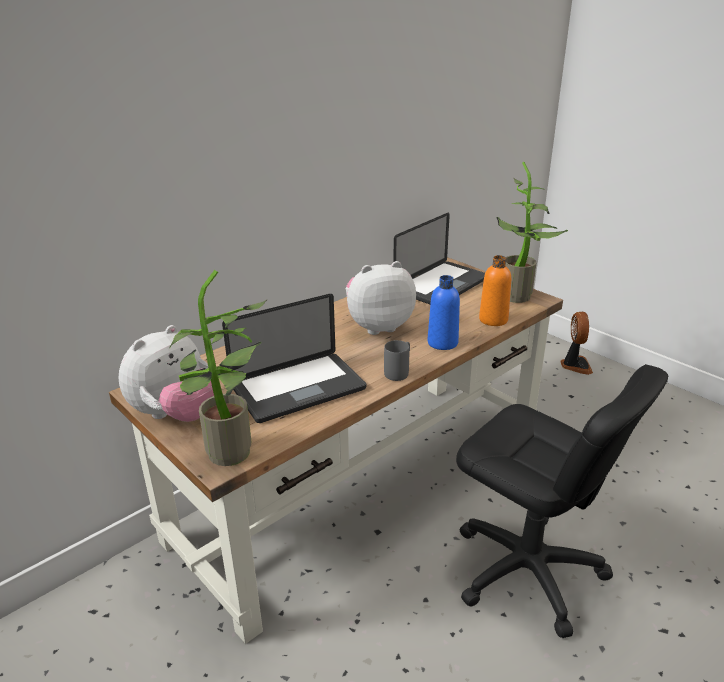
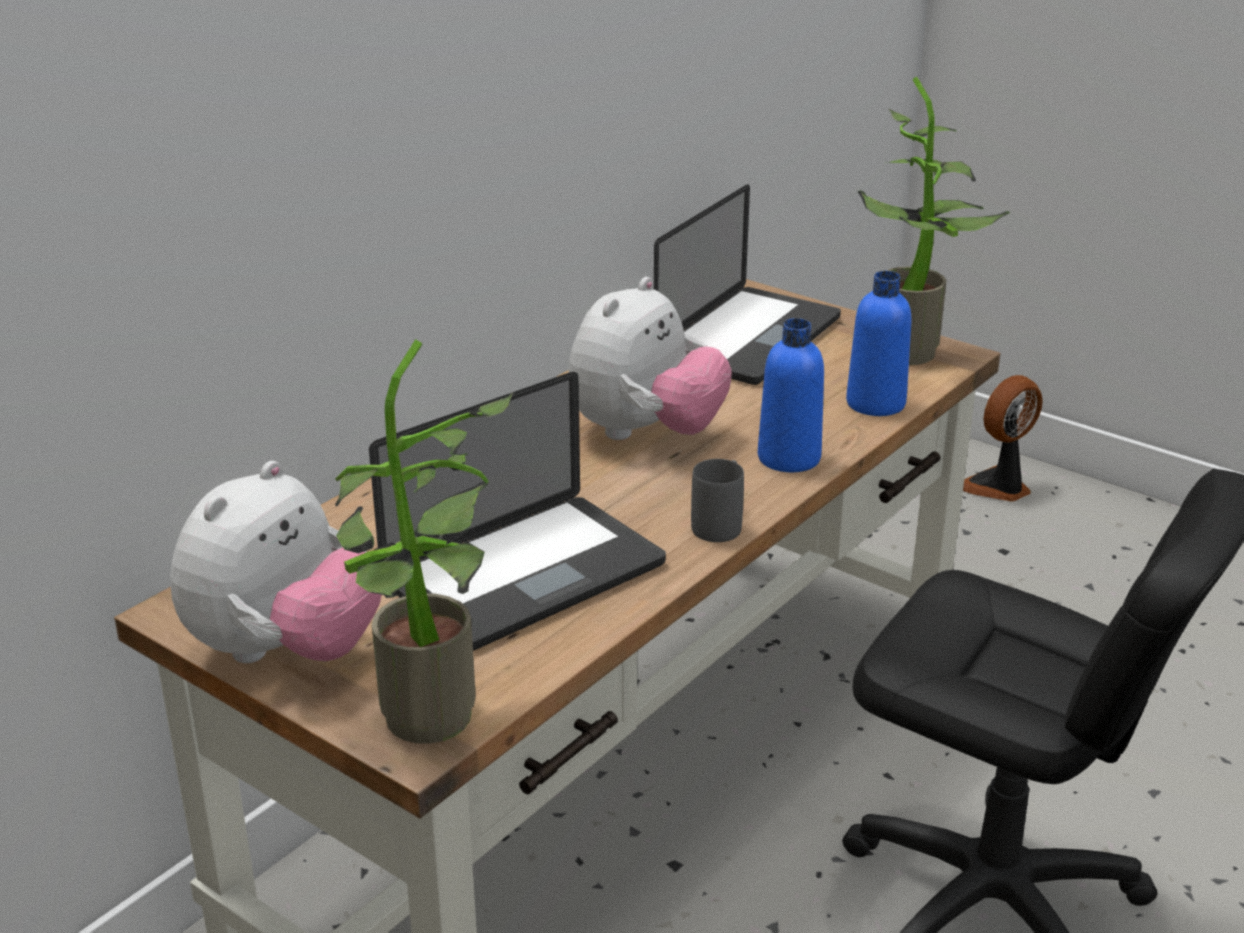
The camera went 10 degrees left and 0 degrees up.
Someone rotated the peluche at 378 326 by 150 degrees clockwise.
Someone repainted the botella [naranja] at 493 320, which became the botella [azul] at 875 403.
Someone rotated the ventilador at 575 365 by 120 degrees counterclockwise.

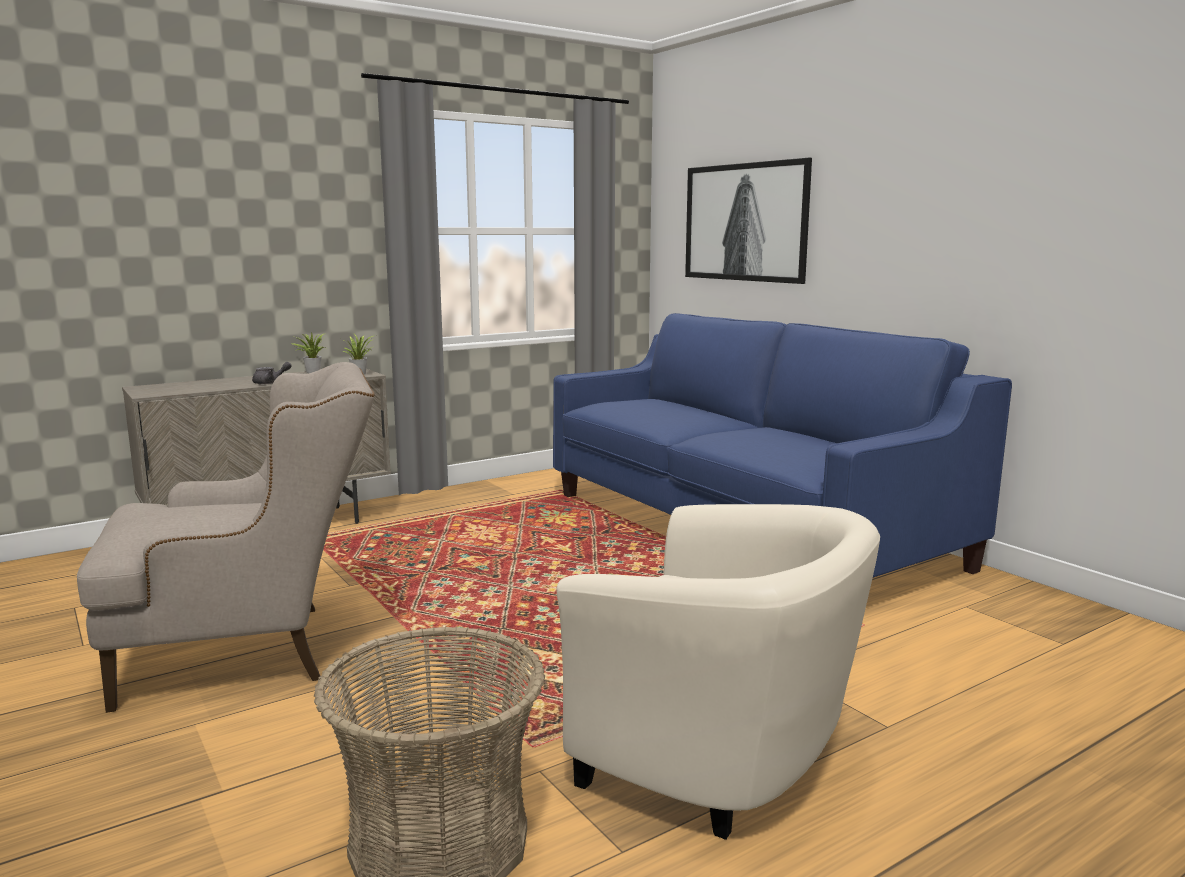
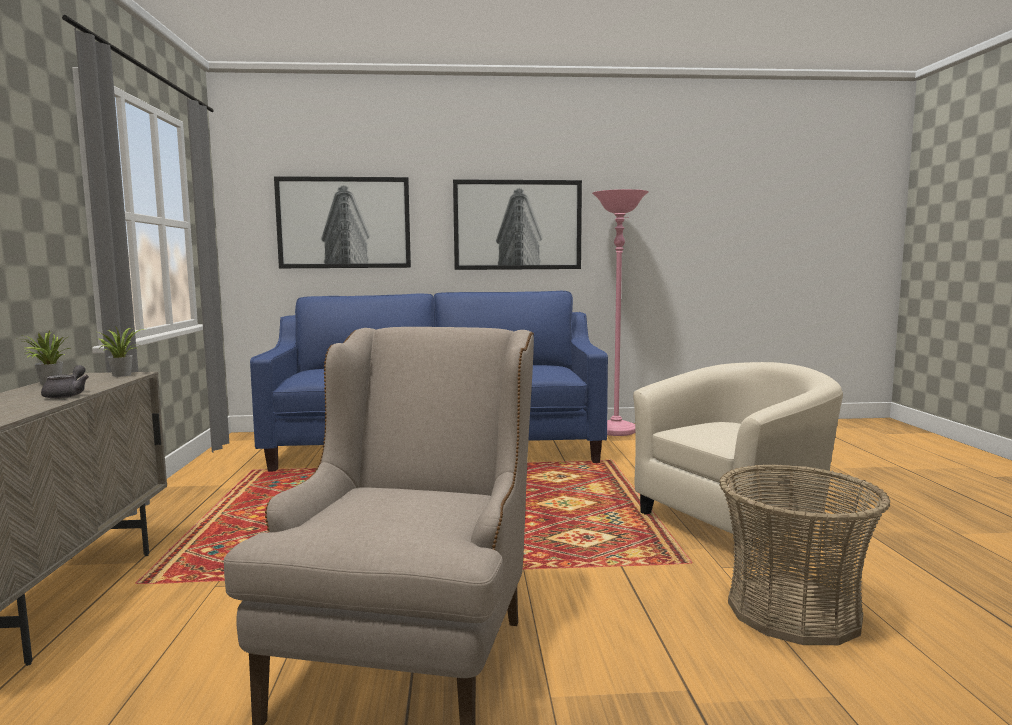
The camera went 60 degrees left and 5 degrees down.
Someone put up the cuadro at 517 225.
Someone put down the lámpara de pie [rosa] at 616 431.

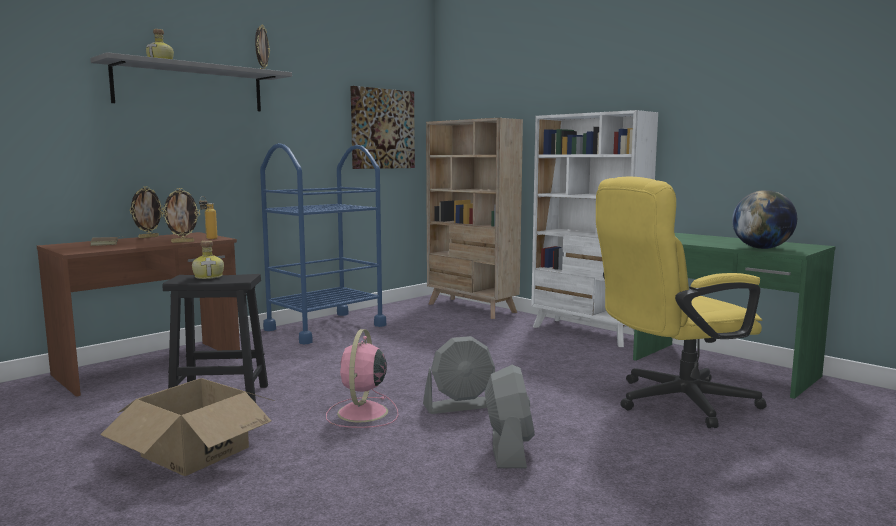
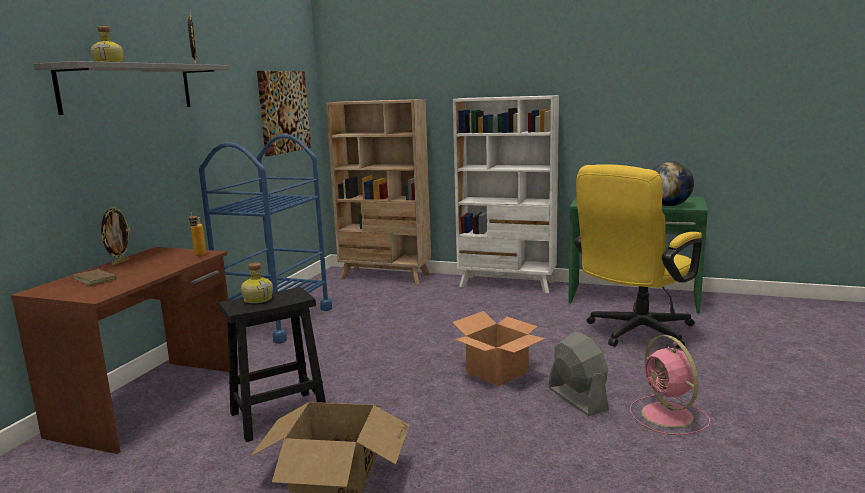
The camera went 25 degrees left and 5 degrees up.
Someone swapped the ventilador [gris] at 461 406 for the caja de cartón at 497 371.
Someone carried the ventilador [rosa] from 362 413 to 669 416.
Someone took away the portarretratos at 183 242.

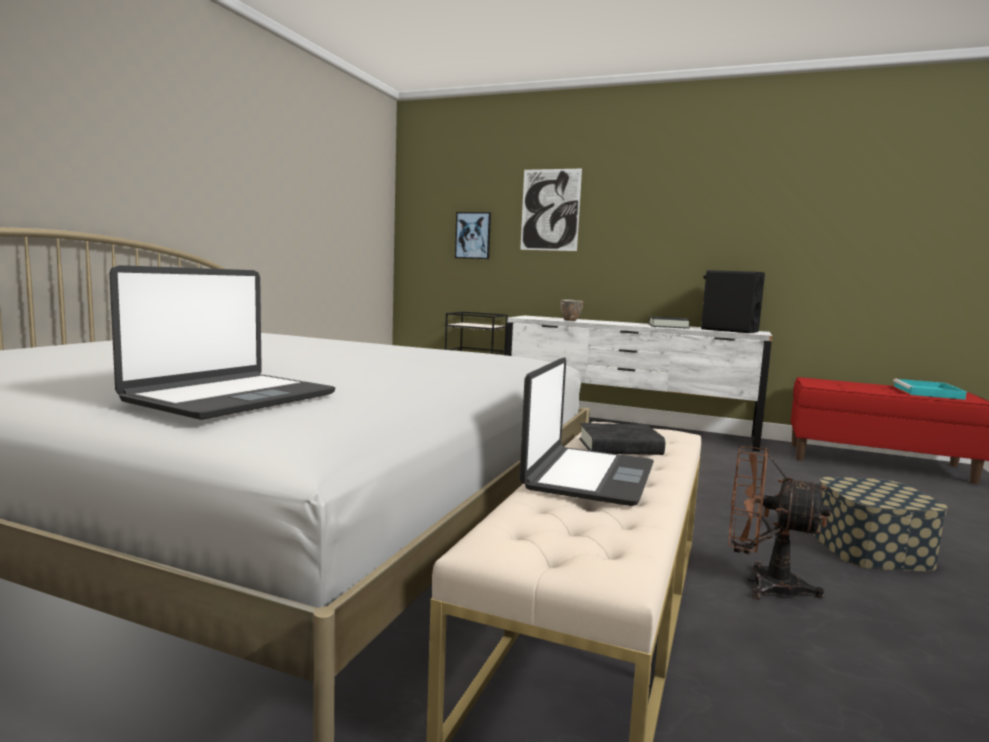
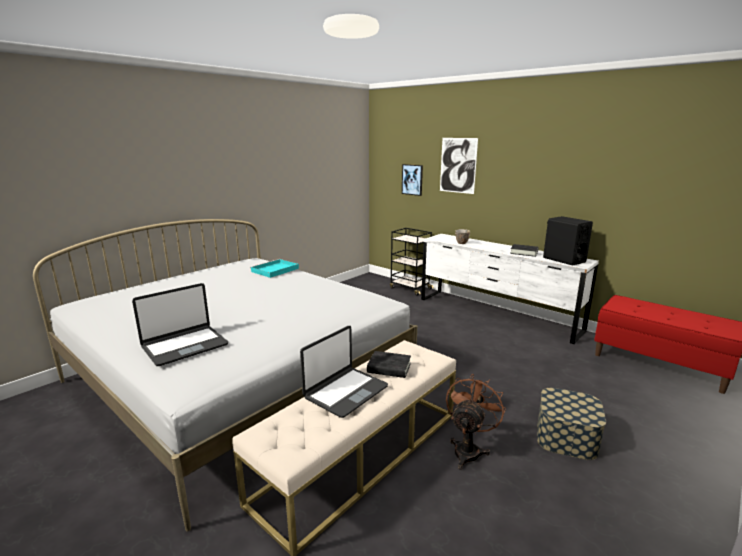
The camera went 20 degrees right and 10 degrees up.
Someone carried the bandeja [turquesa] from 928 392 to 274 270.
Someone rotated the ventilador [marrón] at 762 584 by 75 degrees clockwise.

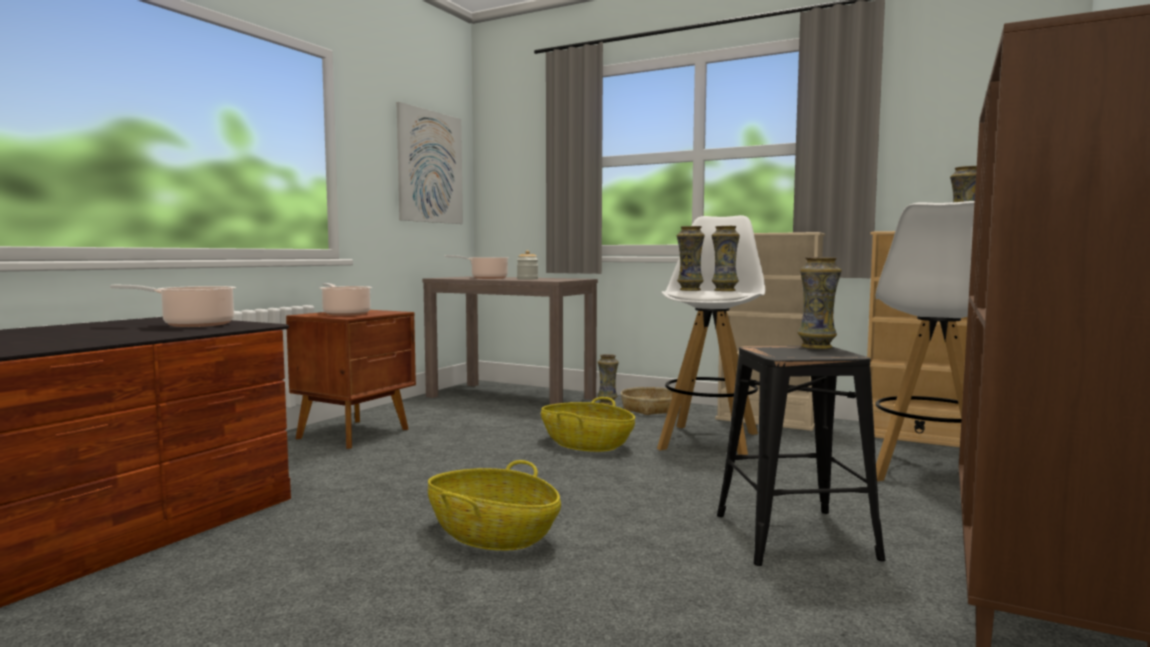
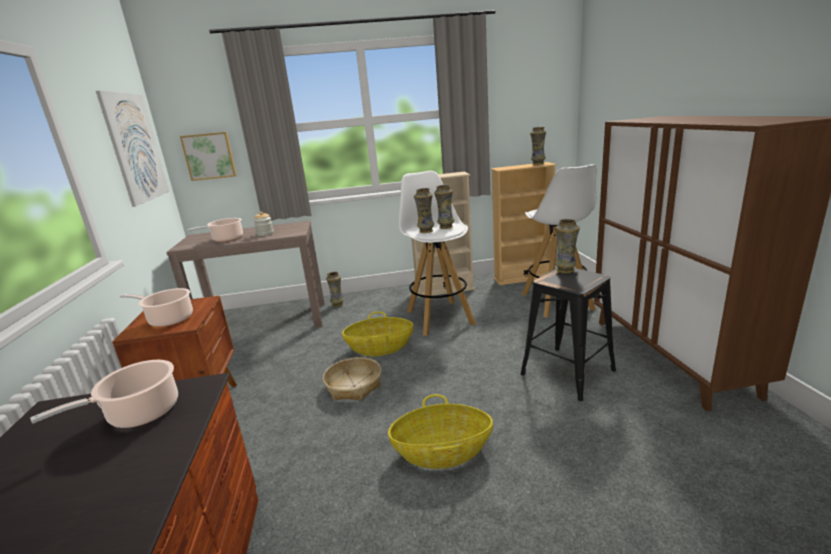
The camera went 35 degrees left and 15 degrees up.
Someone put up the cuadro at 209 156.
Someone carried the cesta from 650 409 to 354 386.

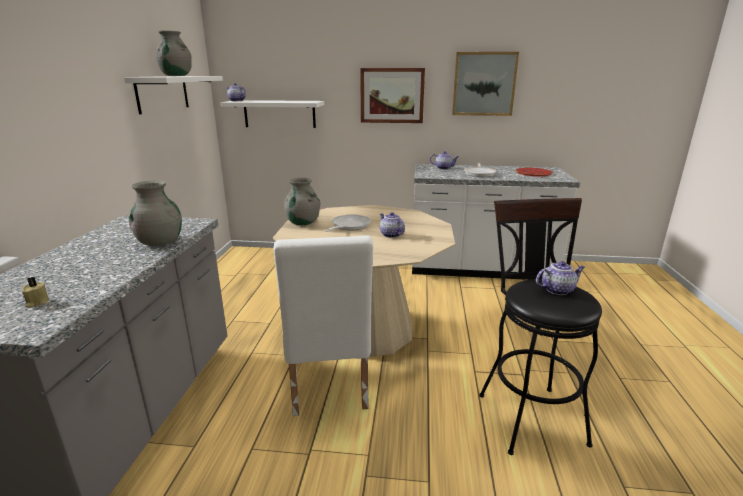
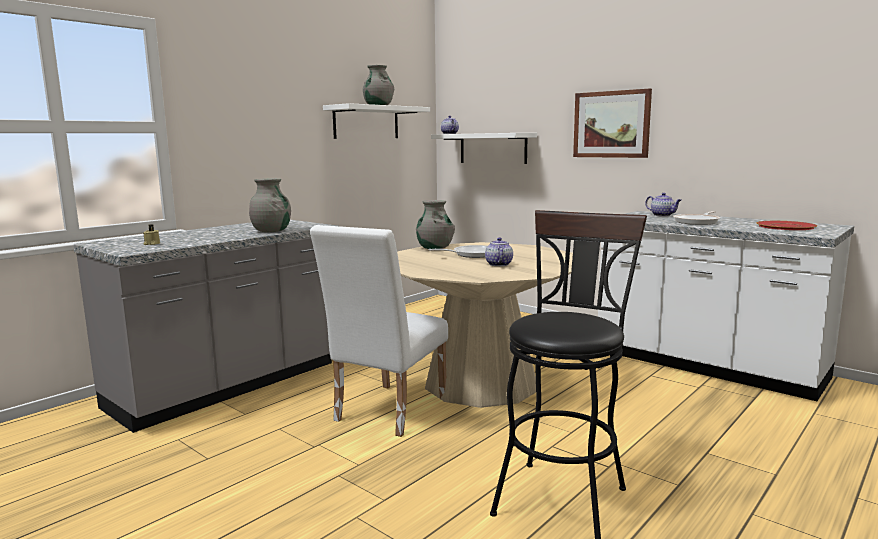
The camera went 35 degrees right and 10 degrees down.
Someone took away the cuadro at 484 84.
Someone took away the tetera at 557 290.

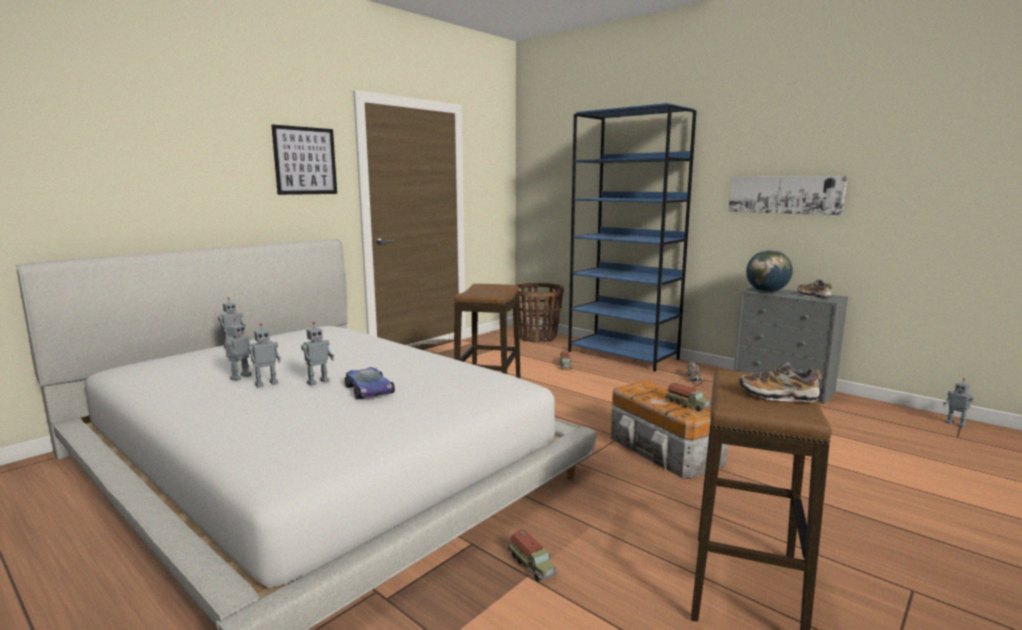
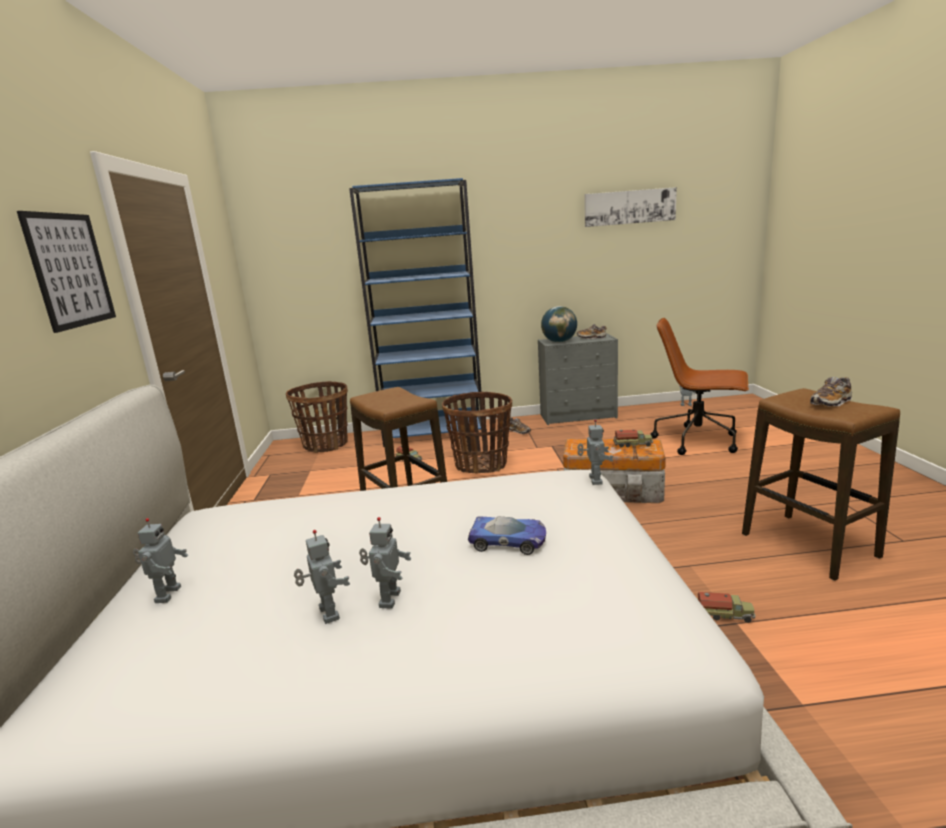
The camera went 45 degrees left and 5 degrees up.
Someone put down the cesta at 481 465.
Someone carried the robot de juguete from 317 382 to 594 480.
Someone carried the cuadro from 784 195 to 629 207.
Someone put down the silla de oficina [marrón] at 698 441.

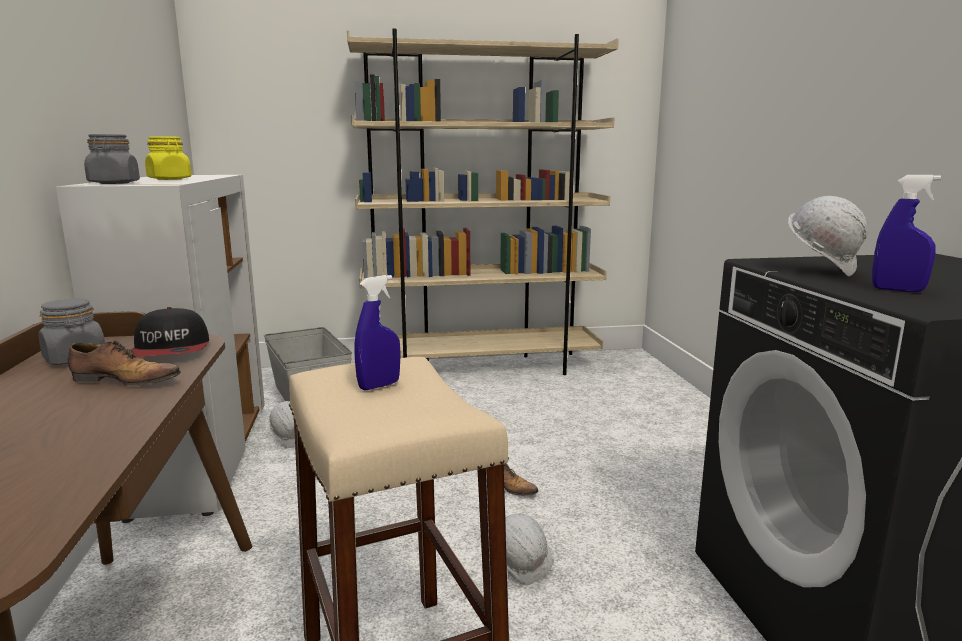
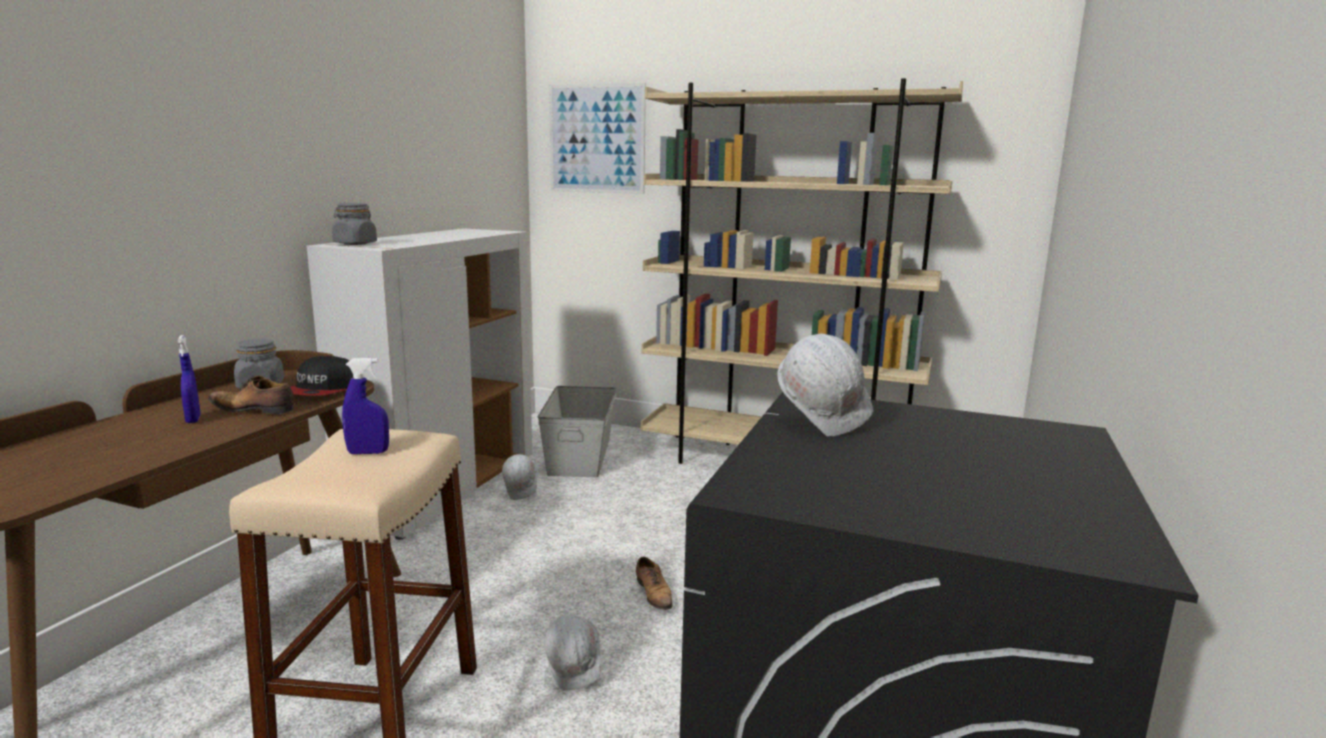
The camera went 30 degrees right and 0 degrees up.
Someone carried the pulverizador [azul] from 897 290 to 193 419.
Someone rotated the zapato at 125 381 by 150 degrees clockwise.
Someone put up the cuadro at 596 139.
Someone took away the tarro [amarillo] at 169 179.

